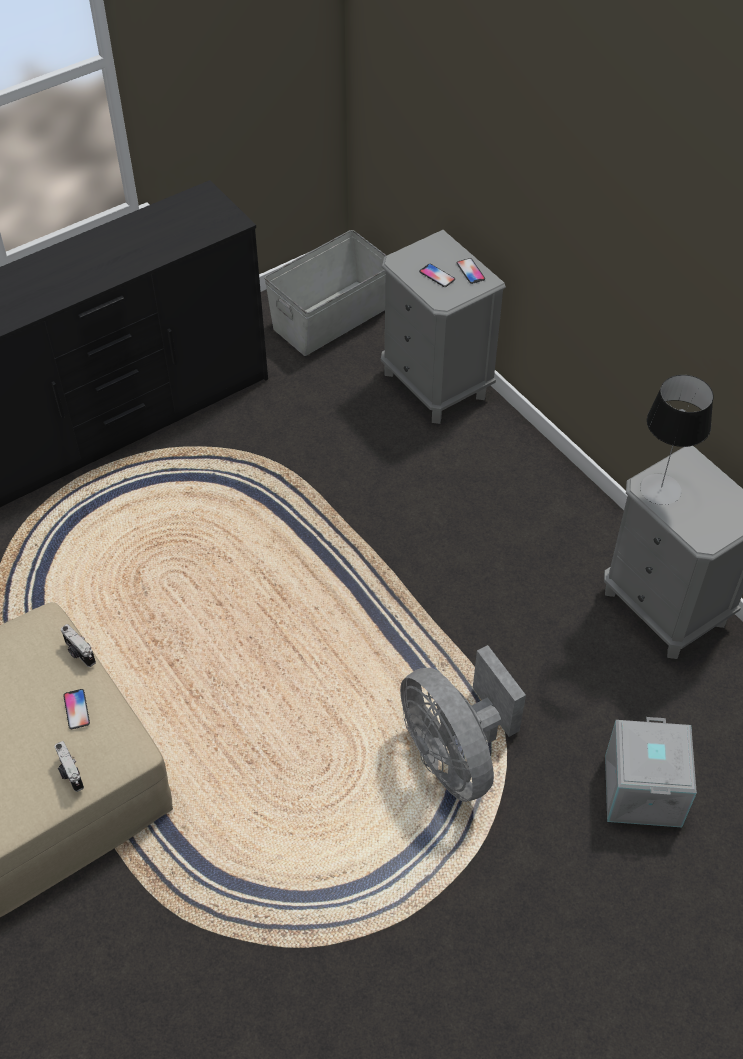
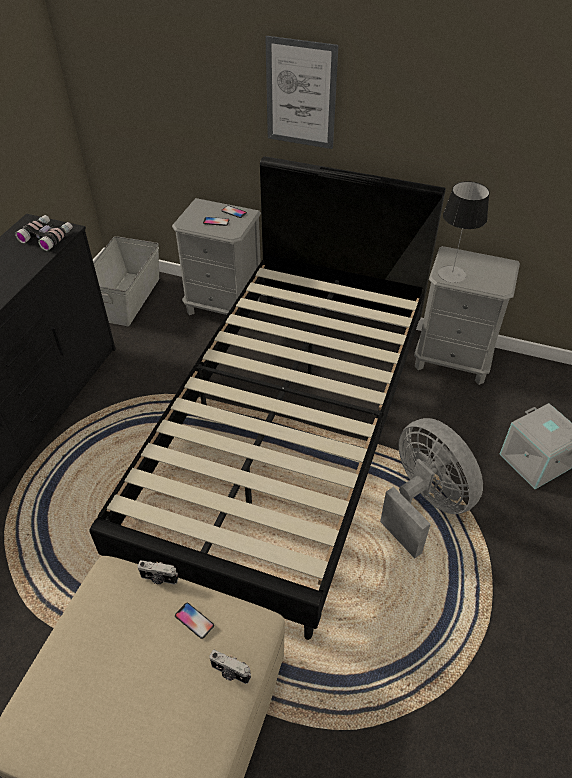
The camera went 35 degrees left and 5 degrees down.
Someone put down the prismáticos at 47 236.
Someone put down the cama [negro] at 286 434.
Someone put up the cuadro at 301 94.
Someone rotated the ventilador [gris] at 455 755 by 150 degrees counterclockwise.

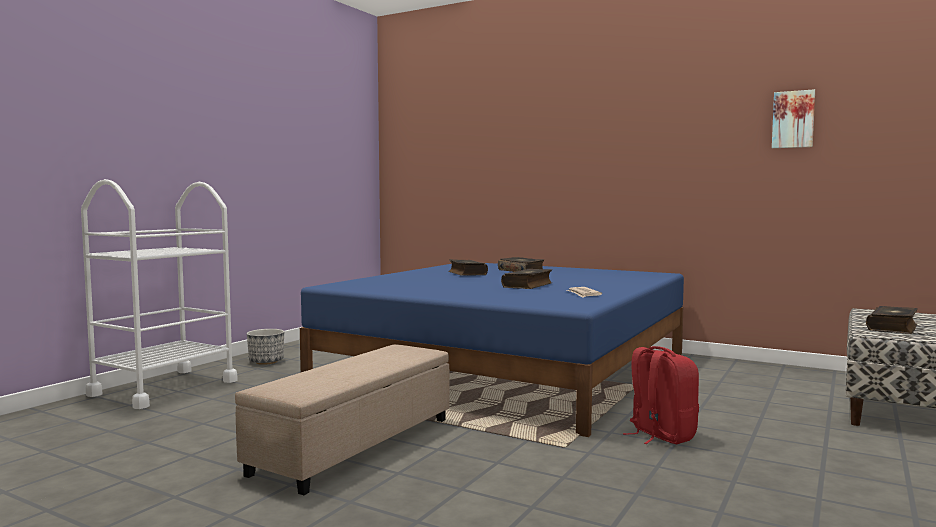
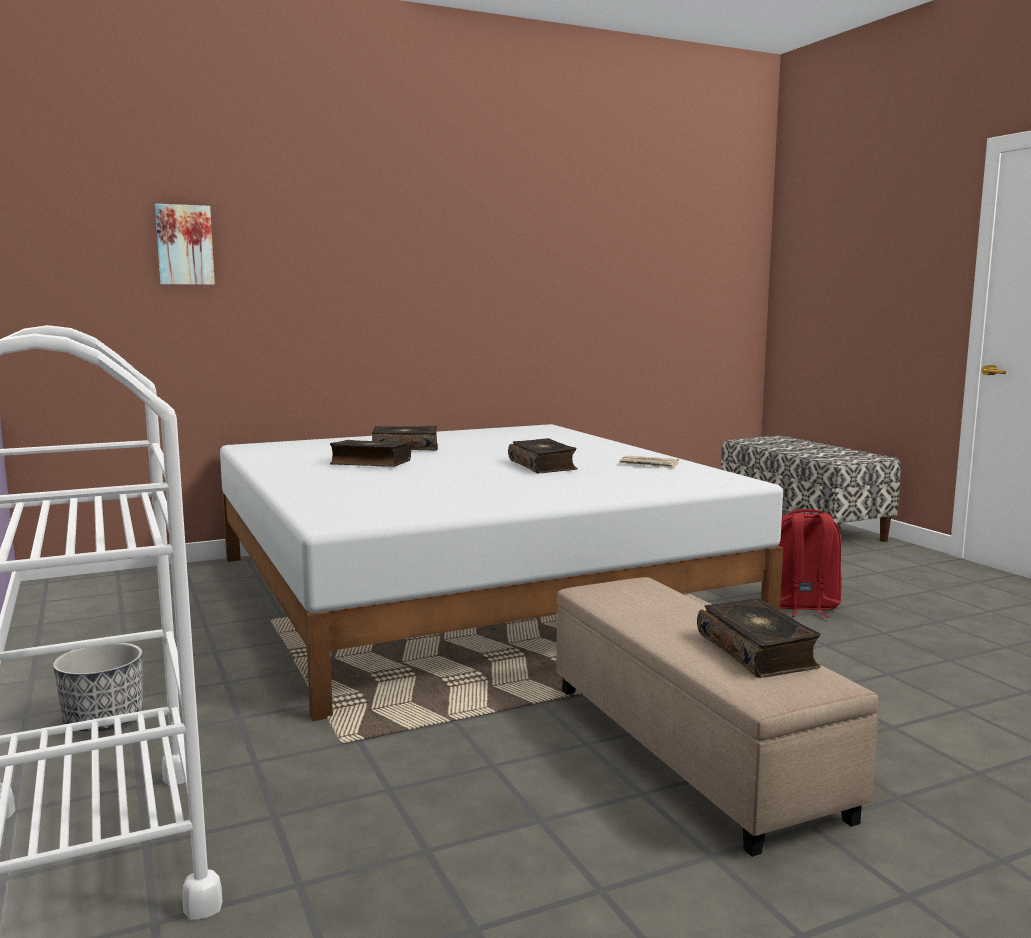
The camera went 55 degrees left and 5 degrees up.
Someone carried the cuadro from 793 119 to 184 245.
Someone repainted the cama [azul] at 508 367, which became the cama [blanco] at 470 591.
Someone carried the libro from 893 327 to 758 652.

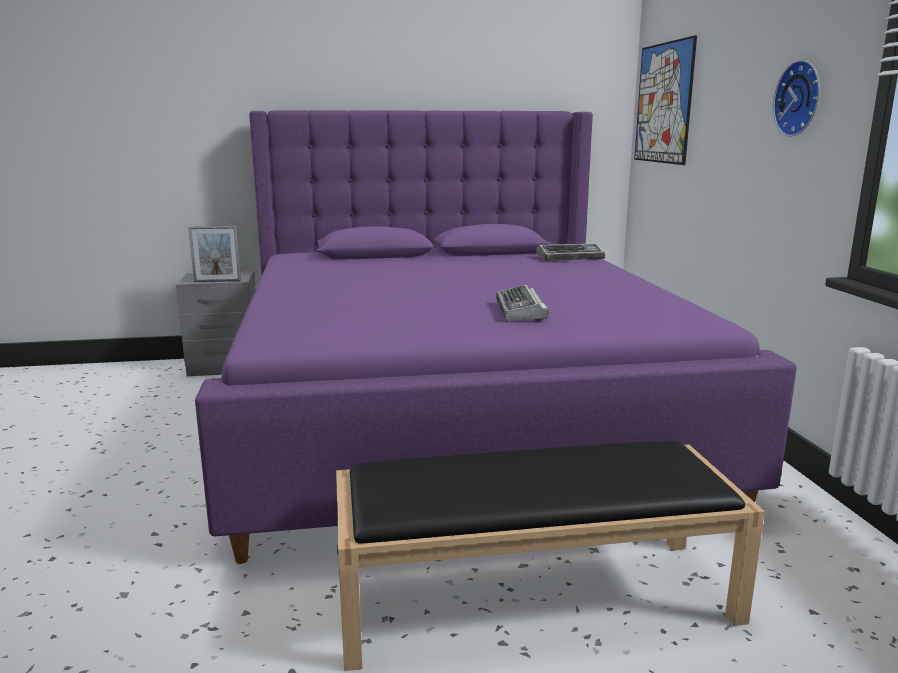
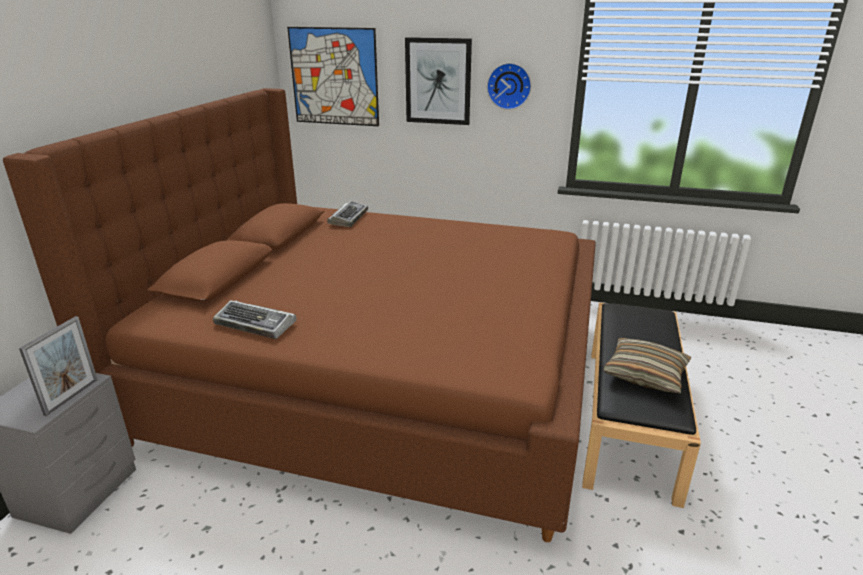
The camera went 65 degrees left and 10 degrees up.
Someone repainted the cama [morado] at 456 417, which became the cama [marrón] at 378 374.
Someone carried the teclado from 521 311 to 256 324.
Someone put up the cuadro at 438 81.
Someone put down the cojín at 645 374.

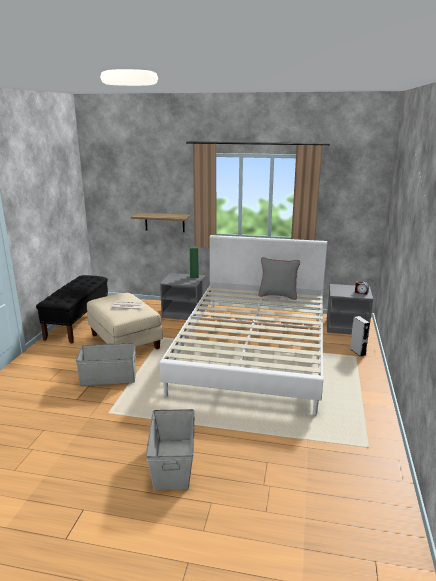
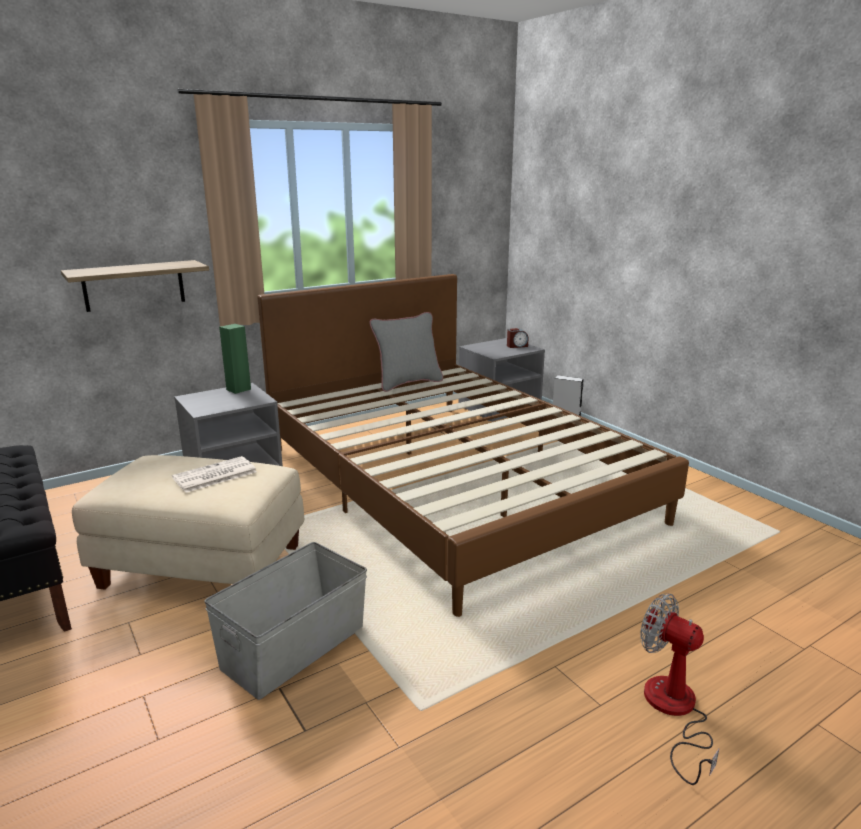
The camera went 45 degrees left and 0 degrees up.
Someone repainted the cama [blanco] at 254 351, which became the cama [marrón] at 452 482.
Someone swapped the caja de almacenaje [gris] at 172 463 for the ventilador at 673 711.

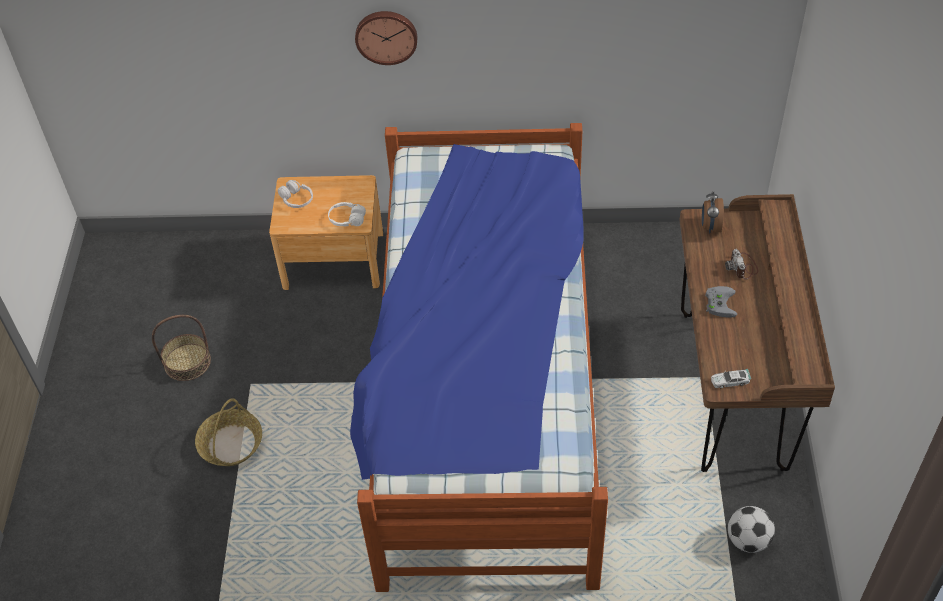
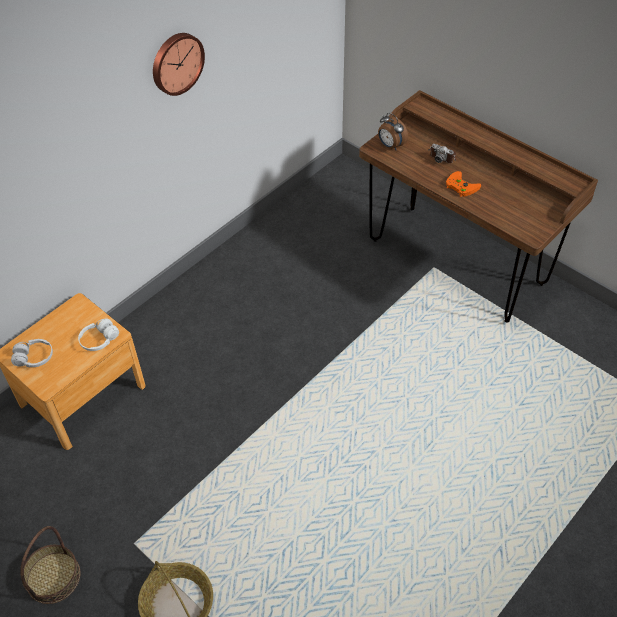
The camera went 50 degrees left and 0 degrees up.
Someone carried the reloj de pared from 386 36 to 176 63.
Someone repainted the mando de consola [gris] at 719 302, which became the mando de consola [naranja] at 460 186.
Someone took away the cama at 484 391.
Someone took away the coche de juguete at 730 381.
Someone took away the balón de fútbol at 748 540.

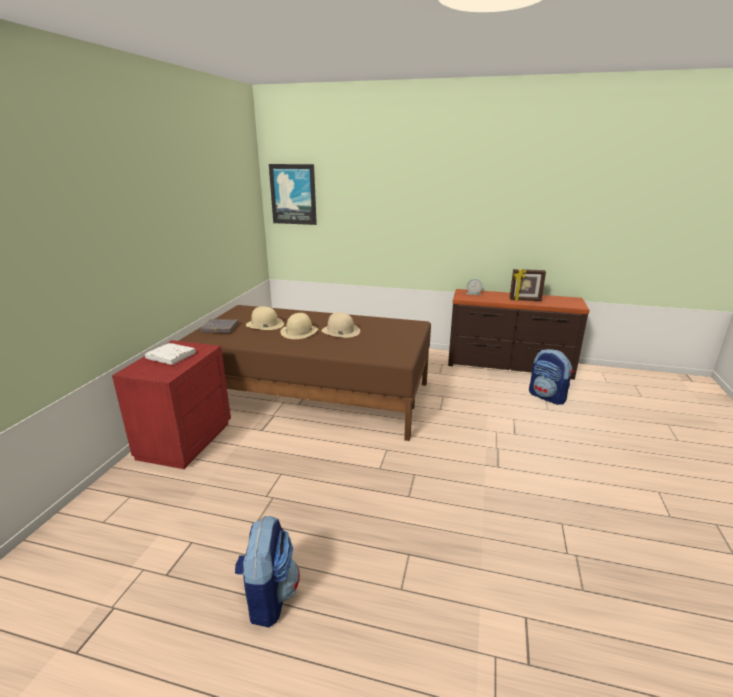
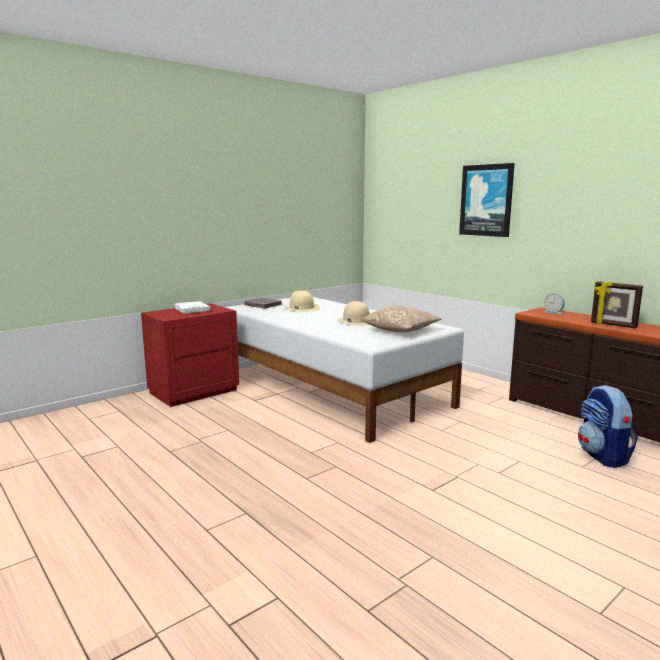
The camera went 35 degrees right and 10 degrees down.
Someone repainted the cama [marrón] at 313 394, which became the cama [blanco] at 331 388.
Someone put down the cojín at 401 330.
Someone carried the cuadro from 293 194 to 486 200.
Someone took away the mochila at 268 596.
Someone took away the sombrero [beis] at 299 331.

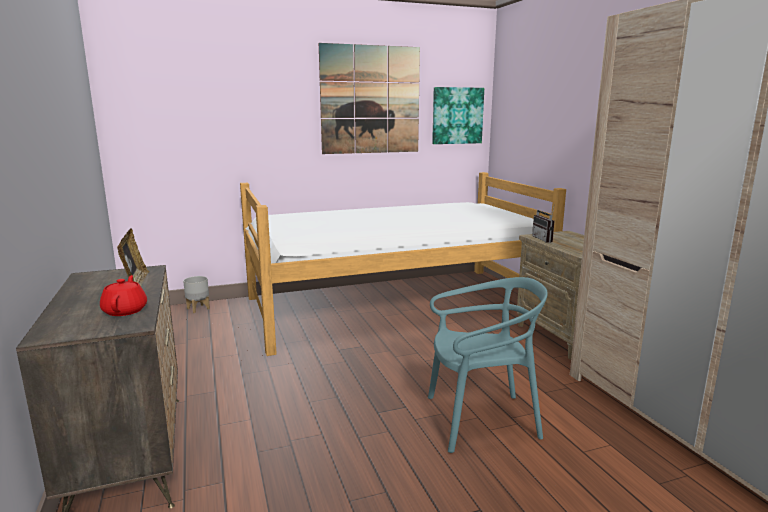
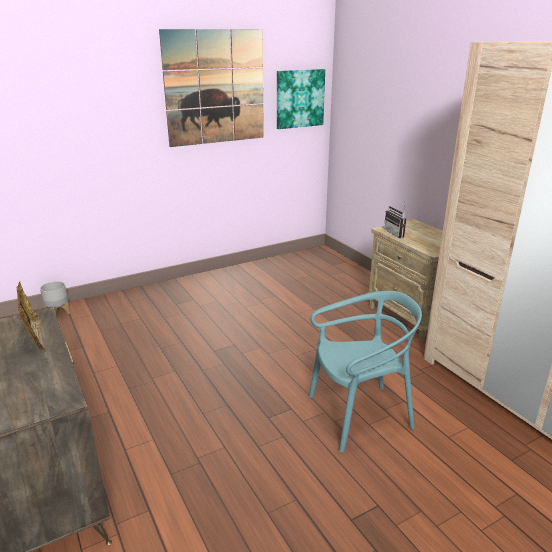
The camera went 10 degrees left and 10 degrees up.
Someone took away the tetera [rojo] at 125 310.
Someone took away the cama at 396 305.

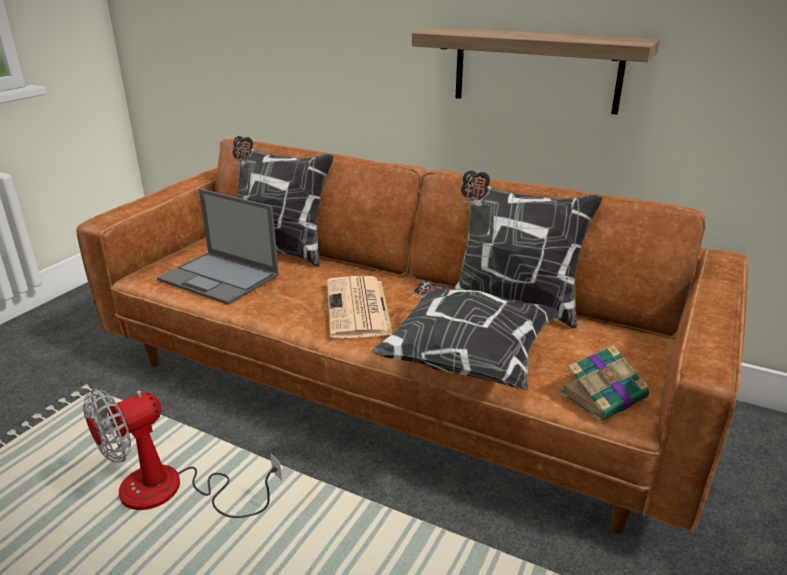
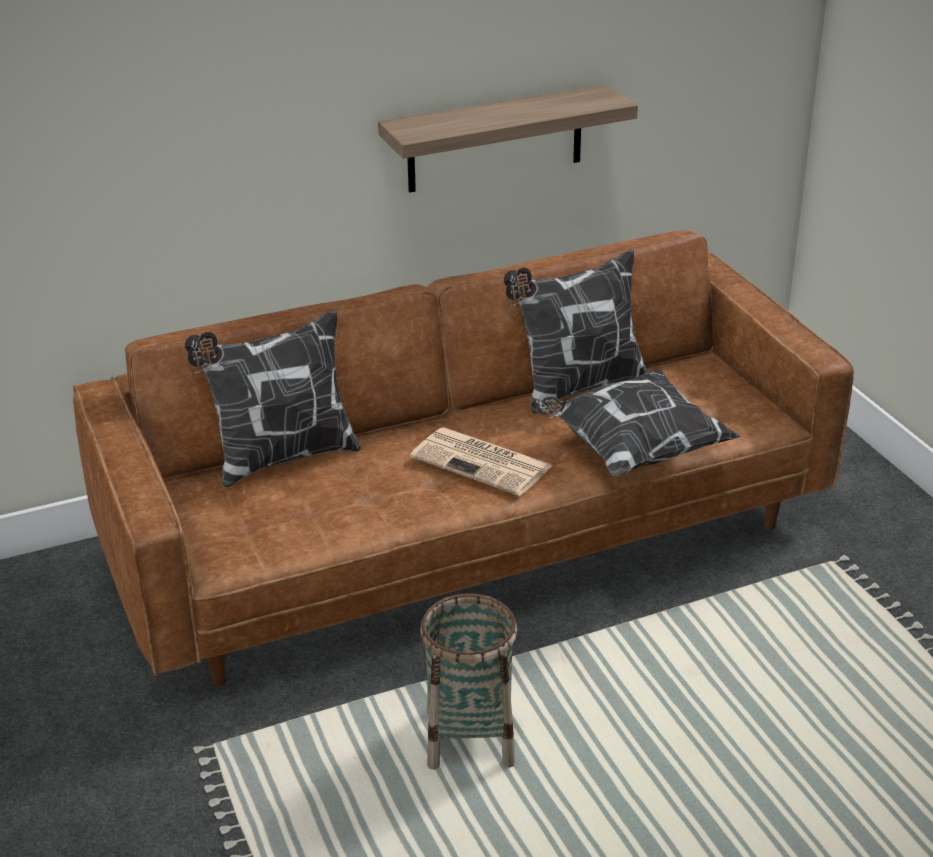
The camera went 50 degrees left and 5 degrees up.
Someone swapped the ventilador at 171 492 for the cesta at 470 738.
Someone took away the portátil at 220 278.
Someone took away the libro at 604 395.

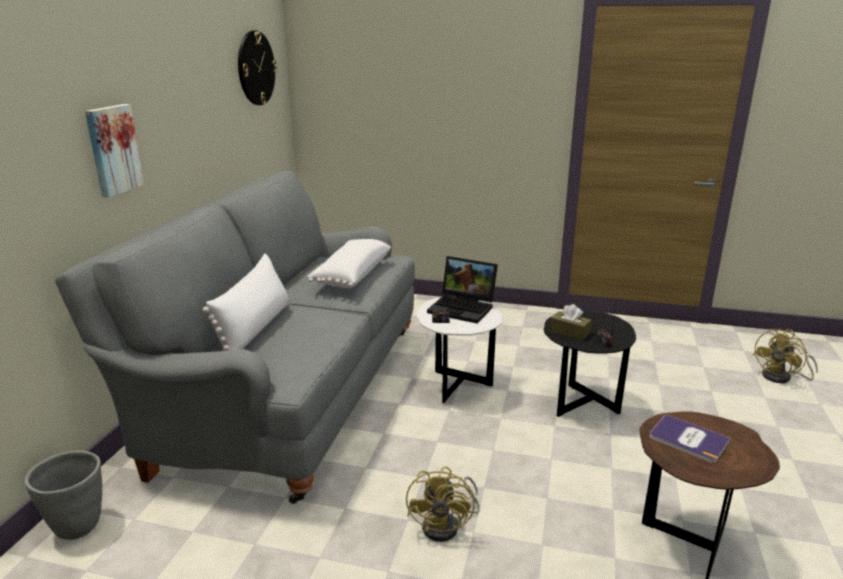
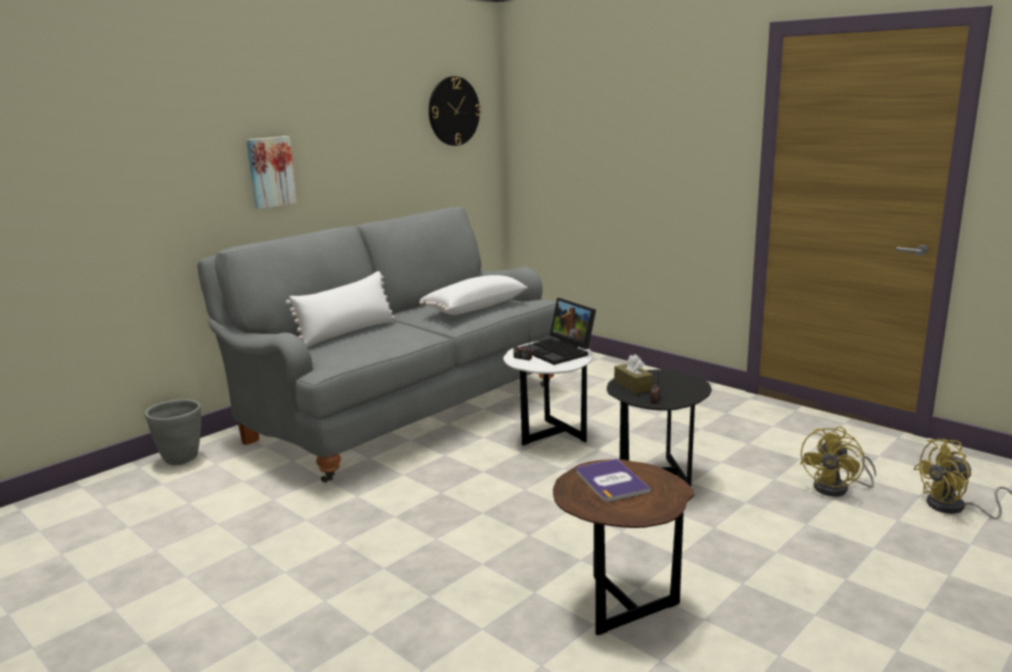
The camera went 30 degrees right and 5 degrees down.
Someone carried the ventilador [amarillo] from 447 525 to 838 488.

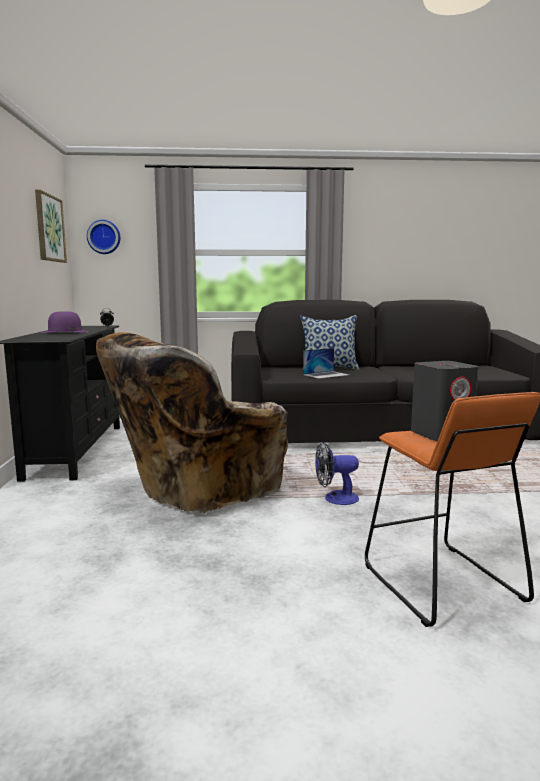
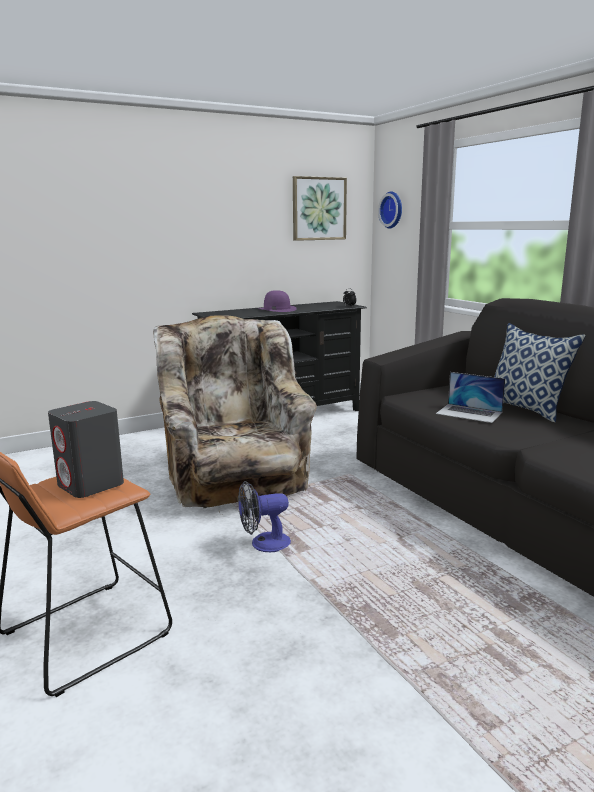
The camera went 65 degrees right and 5 degrees up.
Someone rotated the sillón [beis] at 196 489 by 45 degrees clockwise.
Someone rotated the ventilador at 335 498 by 75 degrees counterclockwise.

